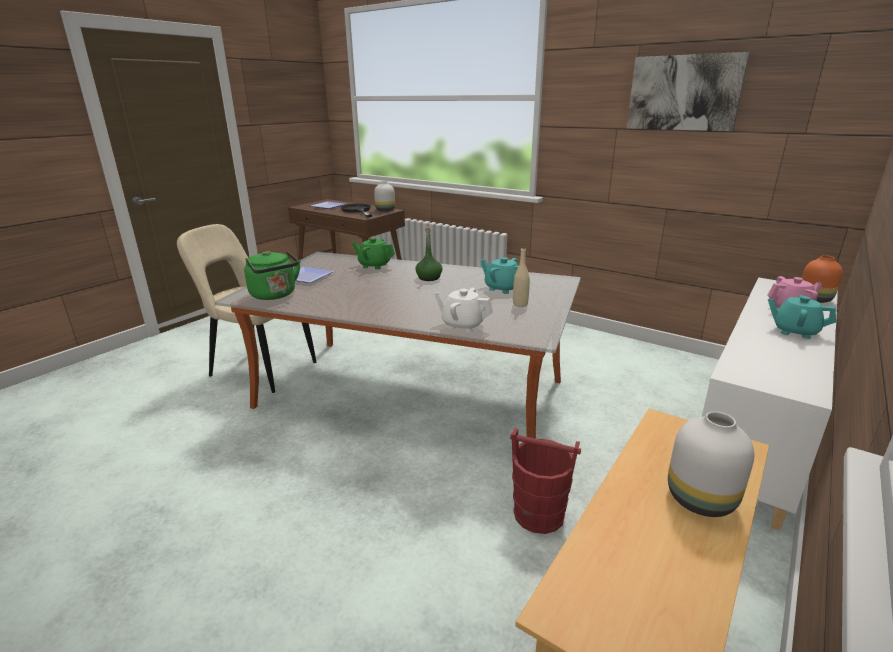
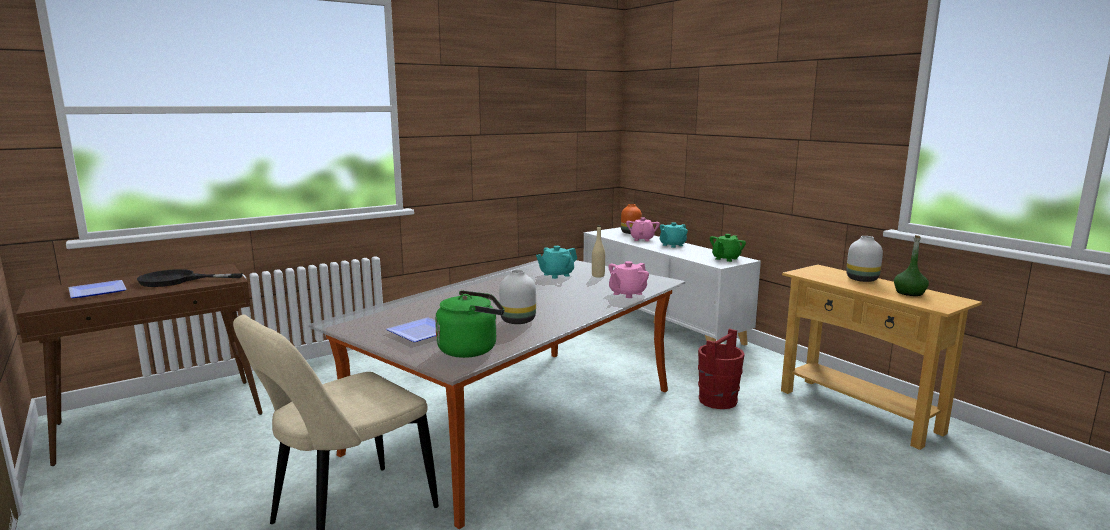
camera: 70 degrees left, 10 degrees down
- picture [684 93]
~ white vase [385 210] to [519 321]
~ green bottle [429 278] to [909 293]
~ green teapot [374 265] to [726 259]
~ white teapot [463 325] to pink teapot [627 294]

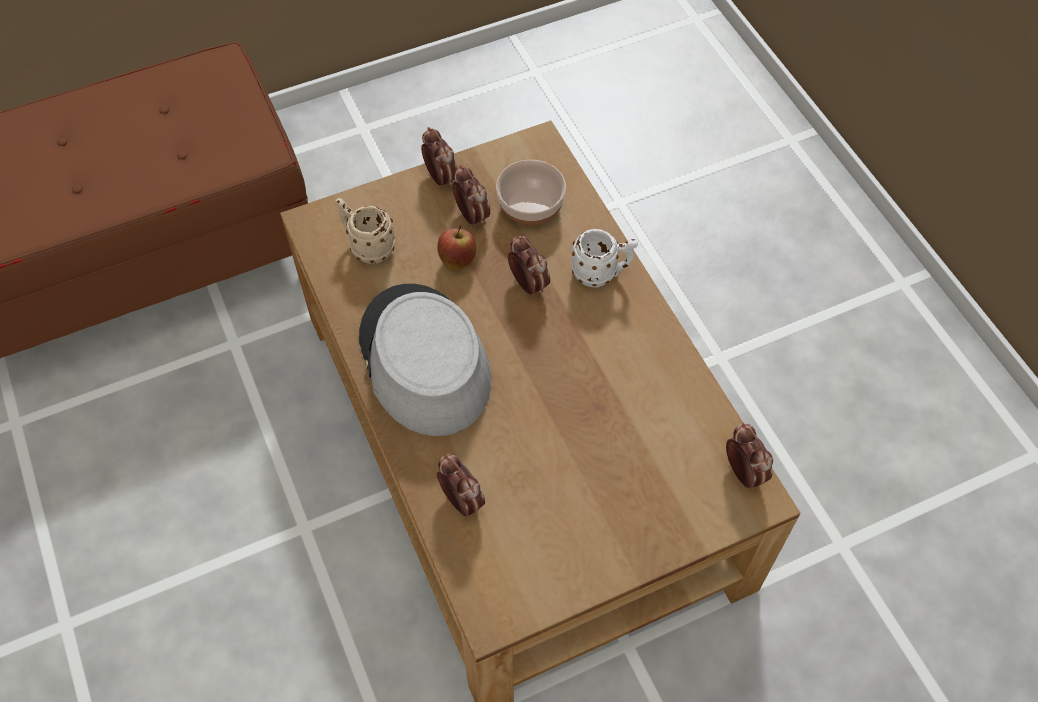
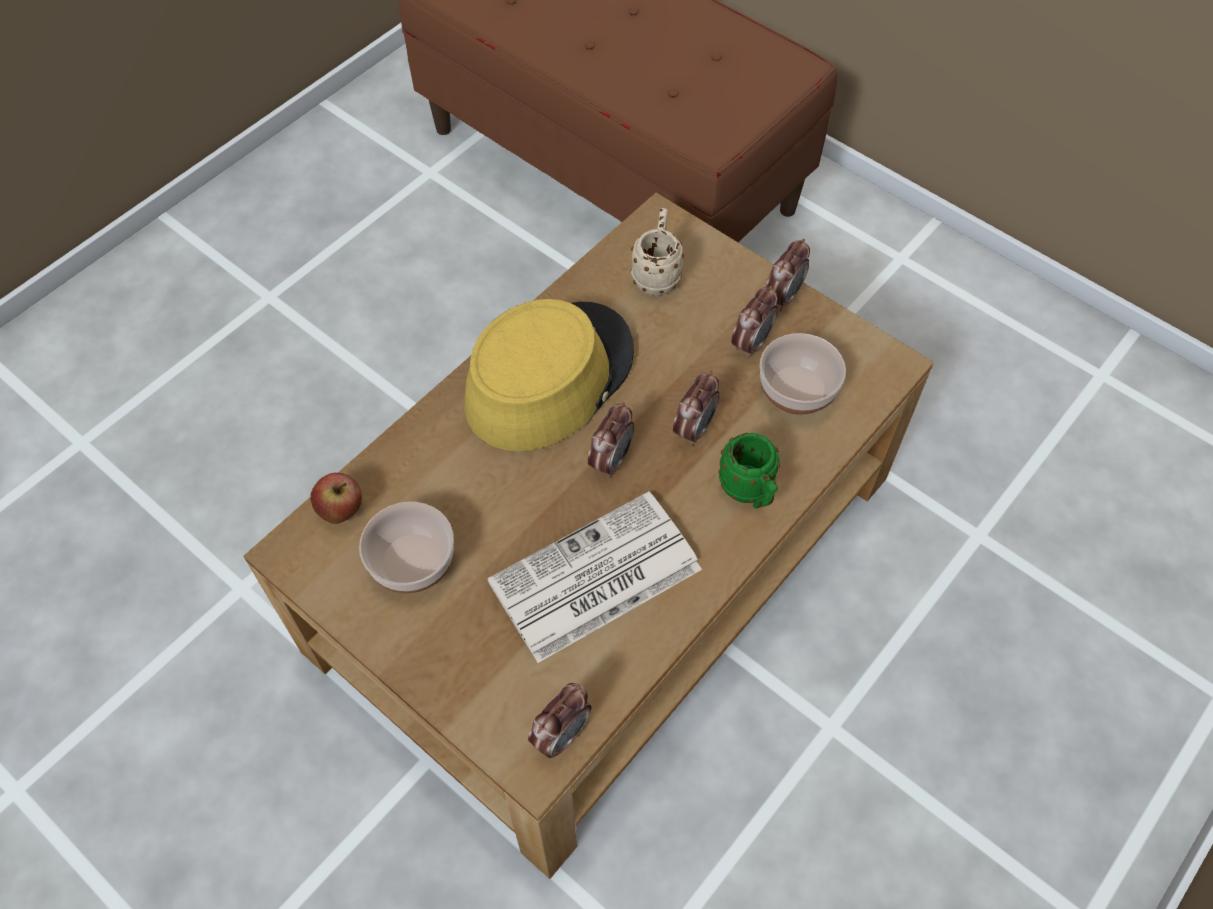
camera: 65 degrees right, 0 degrees up
~ apple [457 260] to [342 511]
~ white mug [601 274] to green mug [749 492]
~ grey hat [423 360] to yellow hat [549 376]
~ alarm clock [461 500] to [611 460]
+ newspaper [593 578]
+ bowl [412 563]

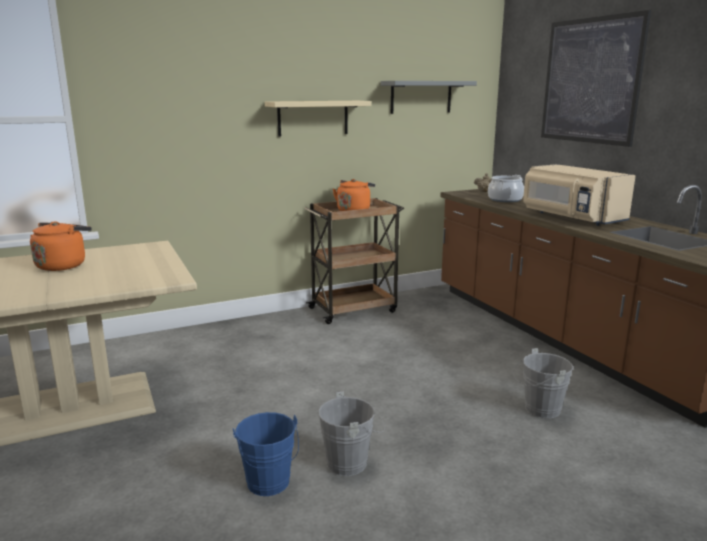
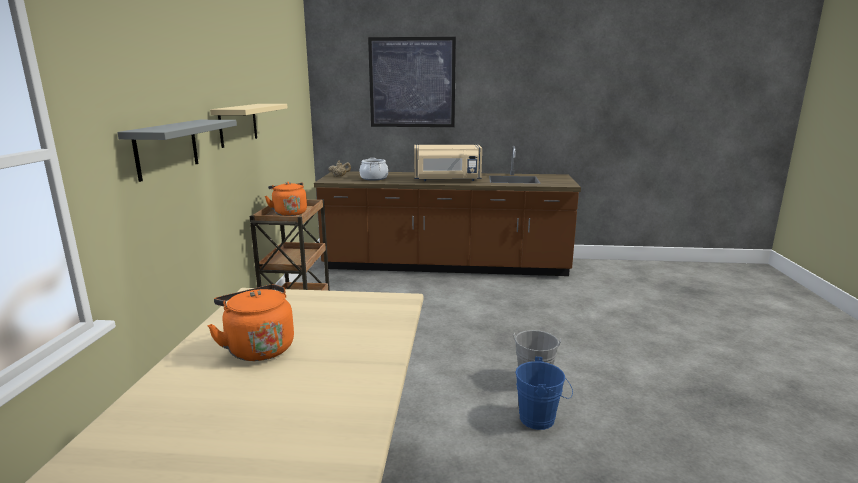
camera: 60 degrees left, 0 degrees up
~ grey shelf [421 97] to [167 148]
- grey bucket [538 409]

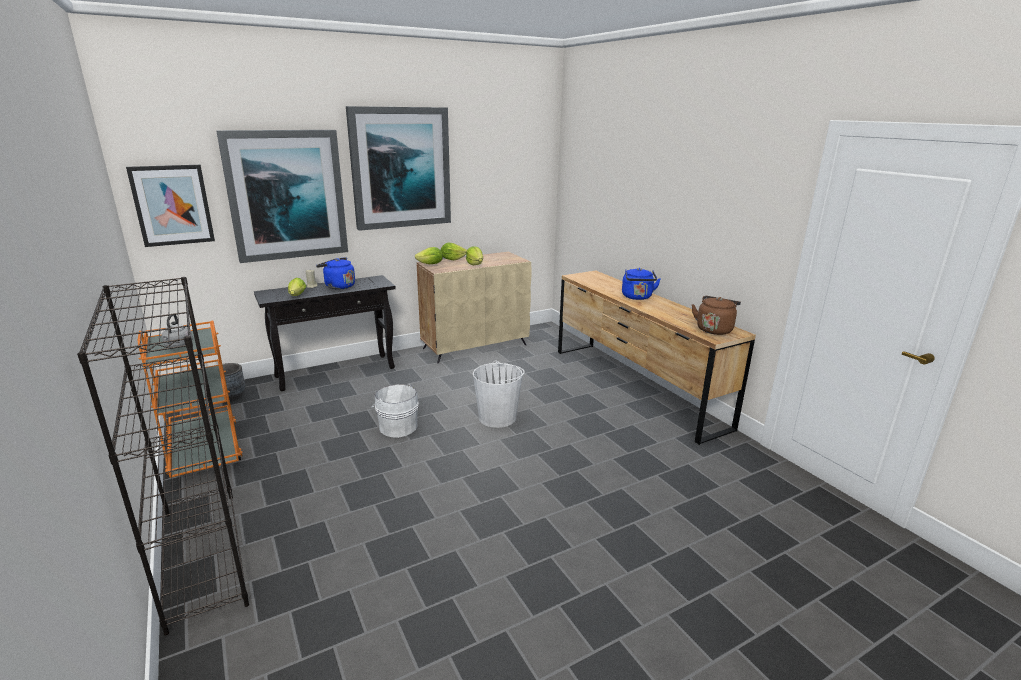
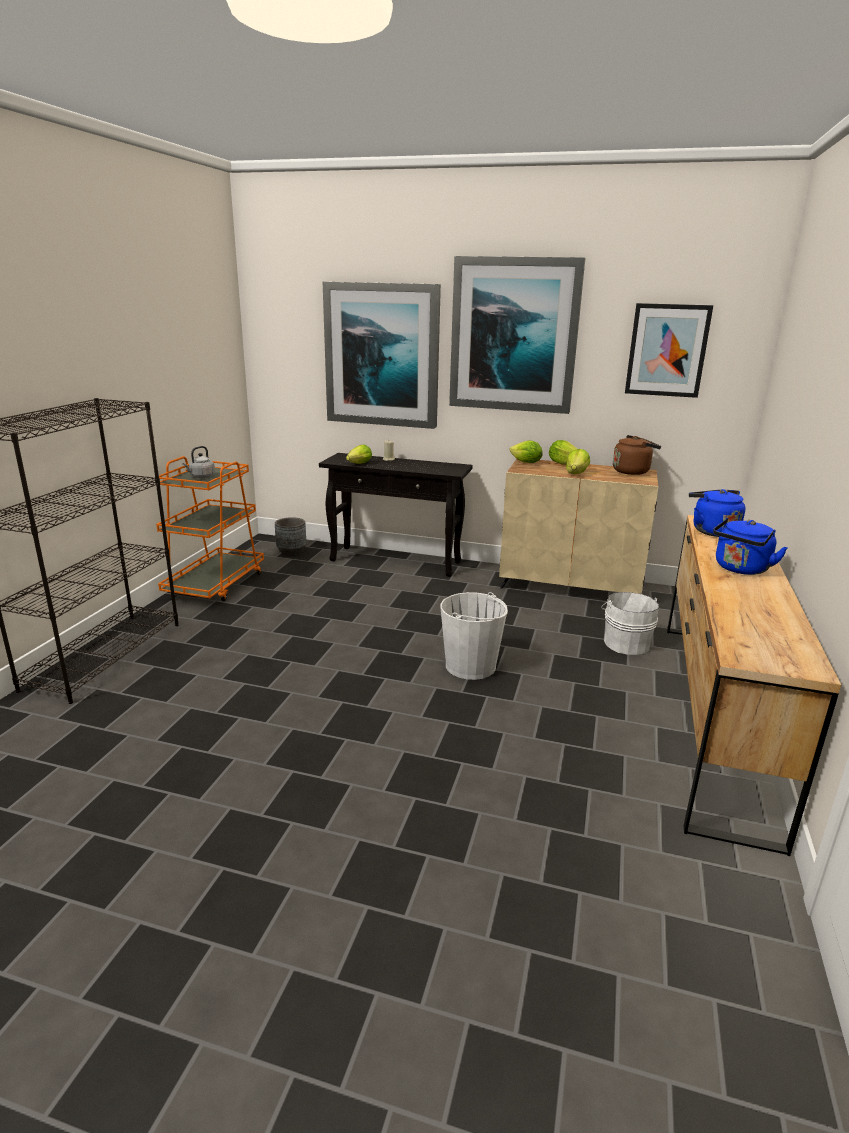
camera: 45 degrees right, 0 degrees up
~ picture [172 205] to [667 350]
~ blue kettle [338 286] to [712 531]
~ brown kettle [714 329] to [632 471]
~ white bucket [397 427] to [626 642]

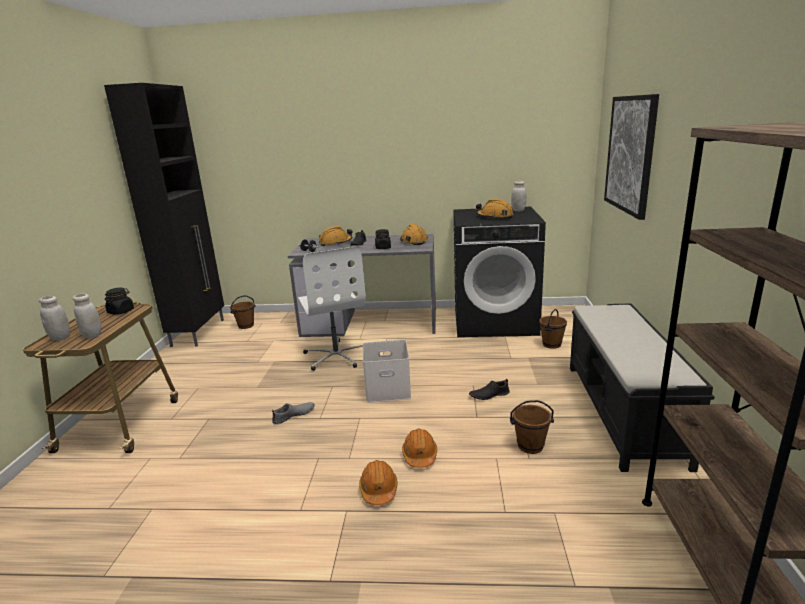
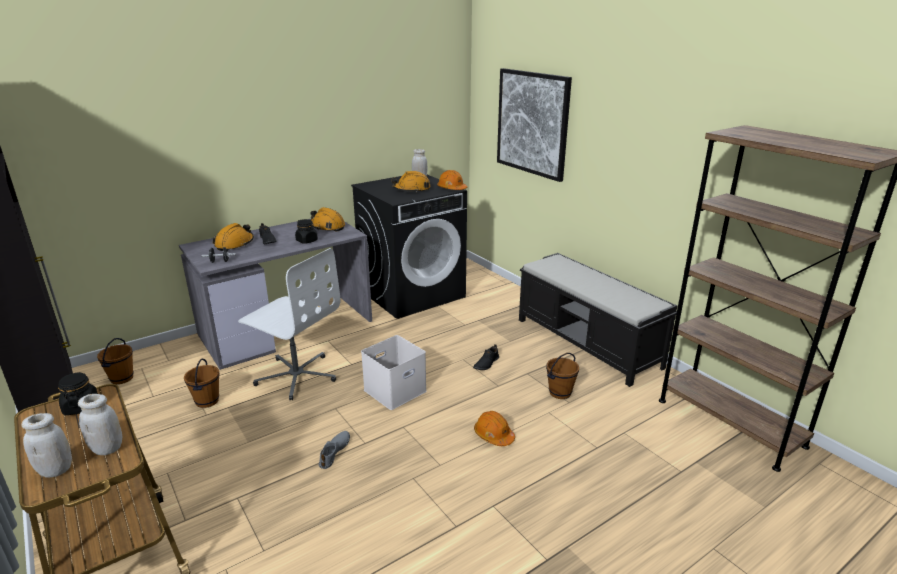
camera: 40 degrees left, 5 degrees up
~ brown bucket [551 344] to [206 401]
~ orange hard hat [378 490] to [451 188]

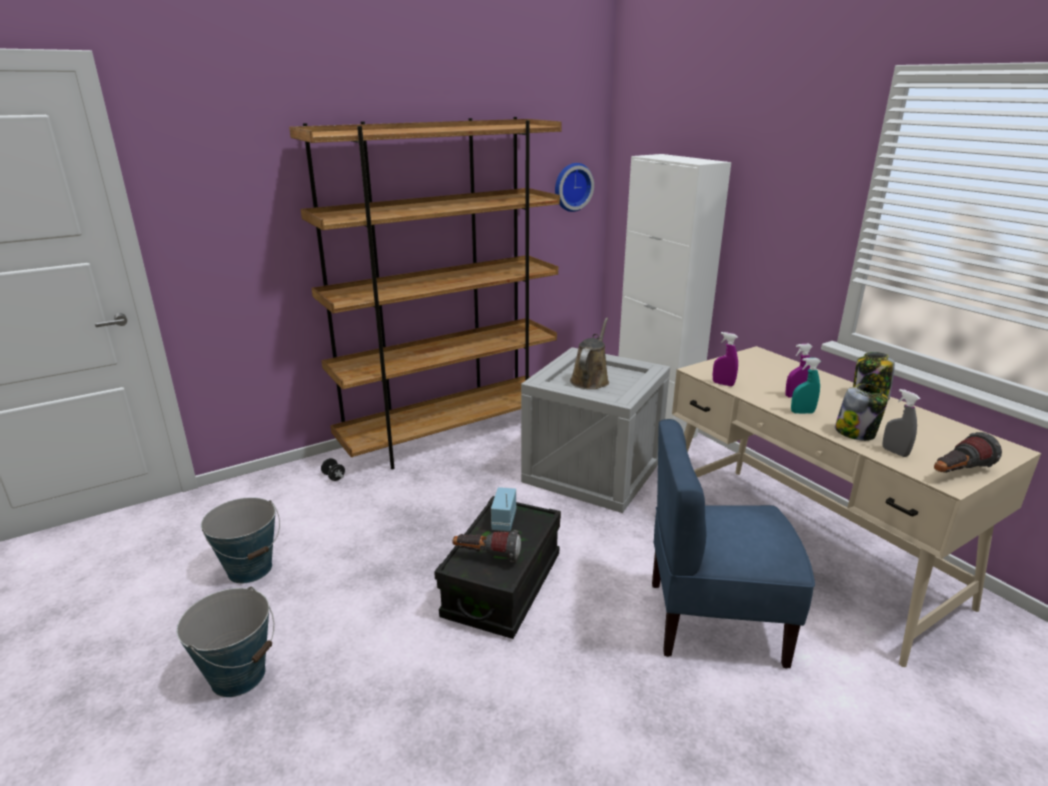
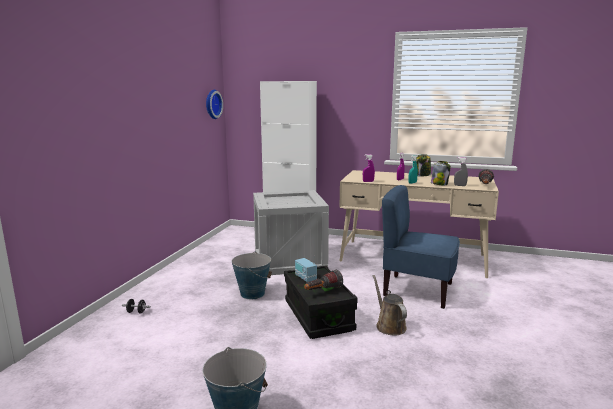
camera: 40 degrees left, 10 degrees down
- brown bookcase [450 434]
~ brown watering can [590 379] to [389 325]
~ blue chair [714 621] = [417 290] 60 degrees clockwise
~ bucket [250 569] to [252 293]

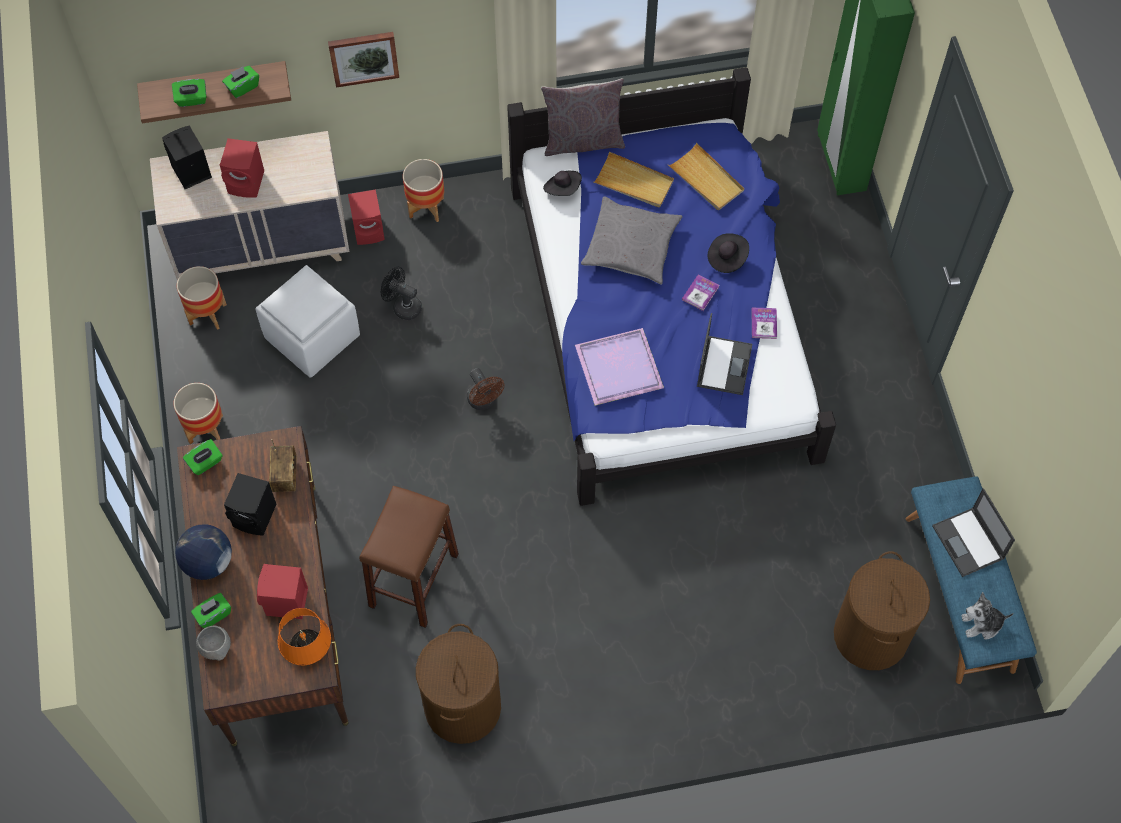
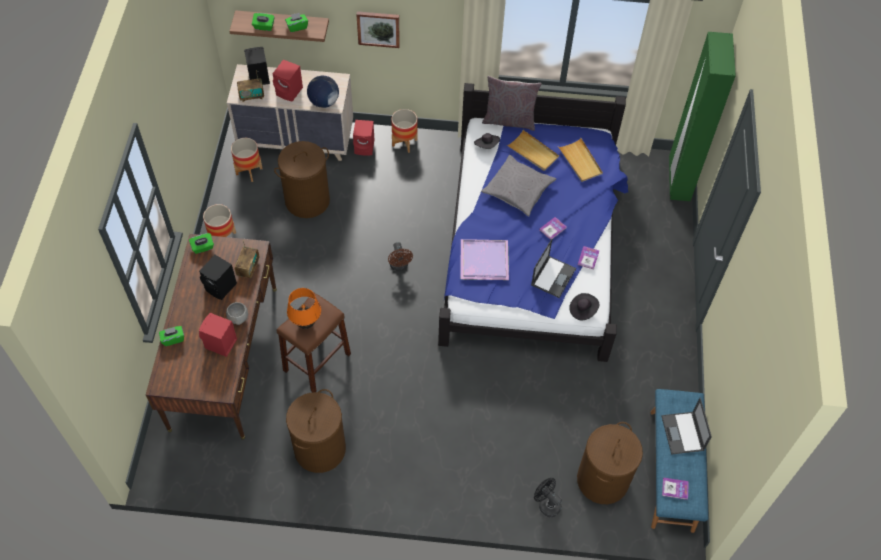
camera: 15 degrees right, 5 degrees down
~ black hat [727 258] to [583 310]
~ white ottoman [312 336] to brown laundry basket [307 200]
~ black fan [403 306] to [546 504]
~ globe [208 562] to [324 102]
~ plush toy [982 624] to book [675 489]
~ orange table lamp [309 653] to [306 324]
~ grey bowl [216 649] to [238 319]
+ radio [251 96]

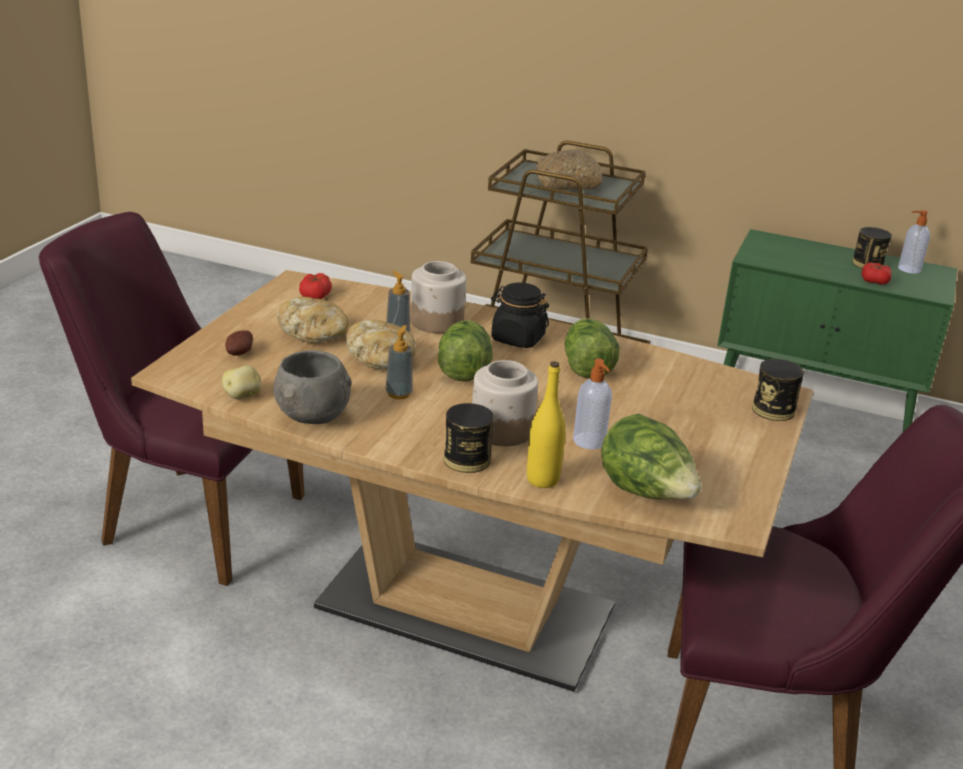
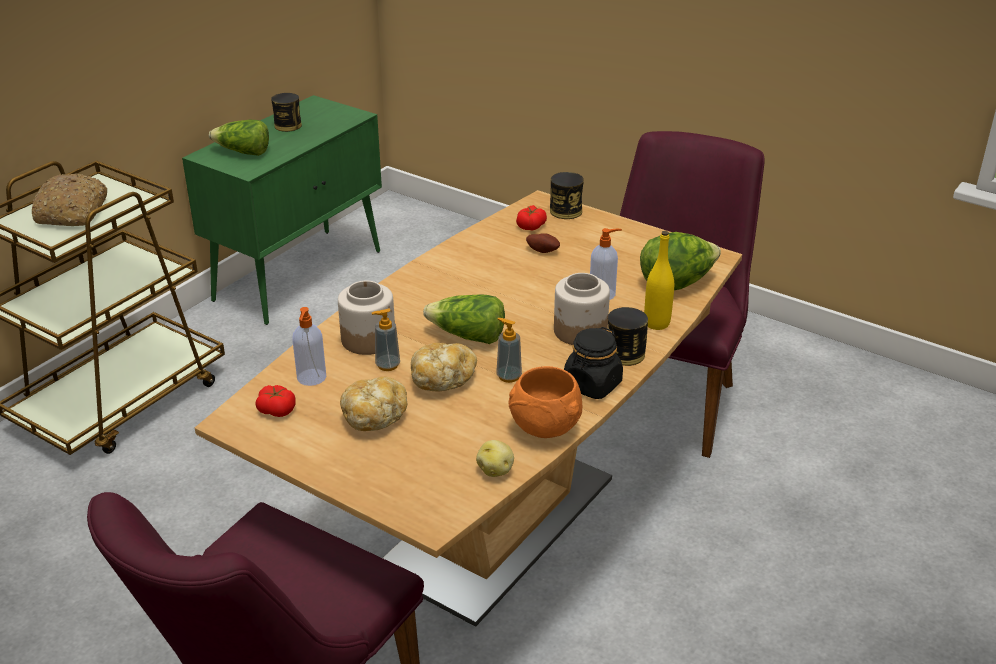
camera: 75 degrees left, 5 degrees up
~ soap dispenser [908 269] to [311 378]
~ tomato [874 281] to [531 226]
~ black jar [517 338] to [592 385]
~ lettuce [586 365] to [243 152]
~ potato [241 353] to [543 250]
~ grey bowl [311 418] to orange bowl [546 430]

